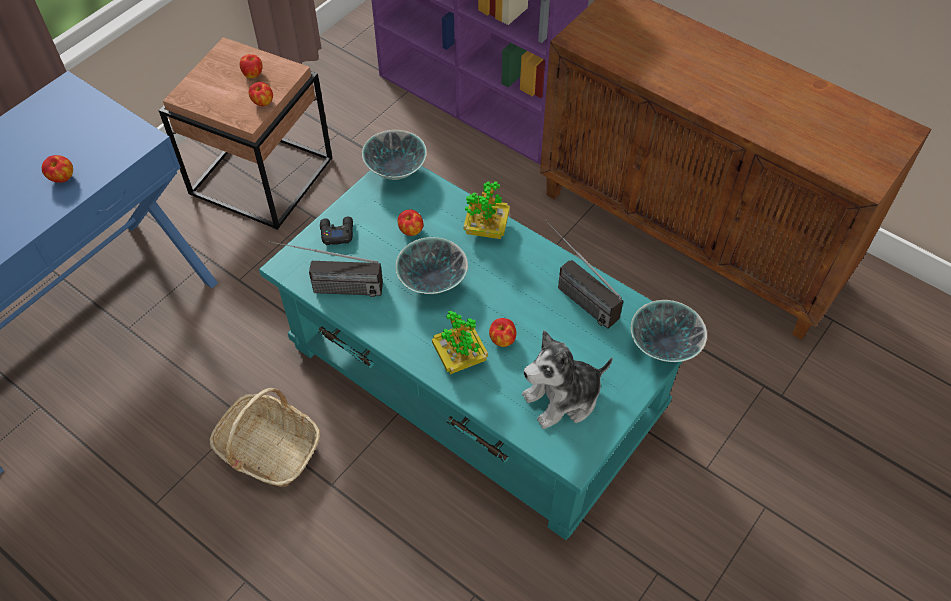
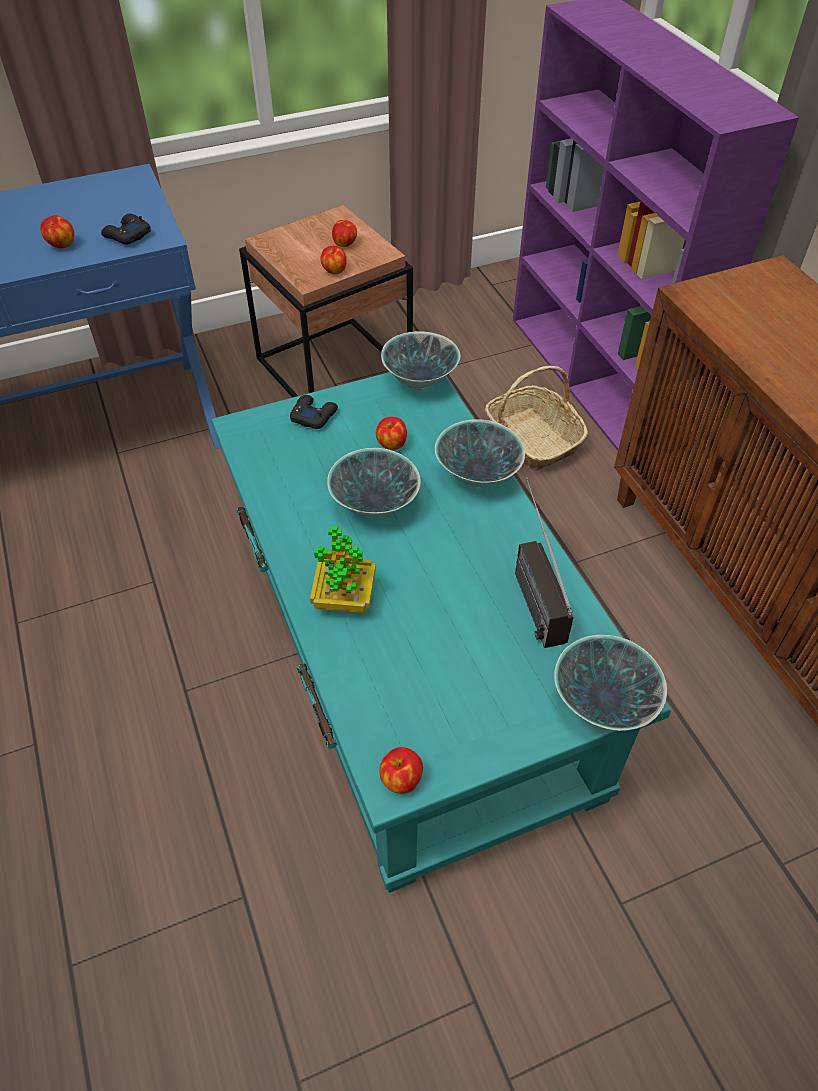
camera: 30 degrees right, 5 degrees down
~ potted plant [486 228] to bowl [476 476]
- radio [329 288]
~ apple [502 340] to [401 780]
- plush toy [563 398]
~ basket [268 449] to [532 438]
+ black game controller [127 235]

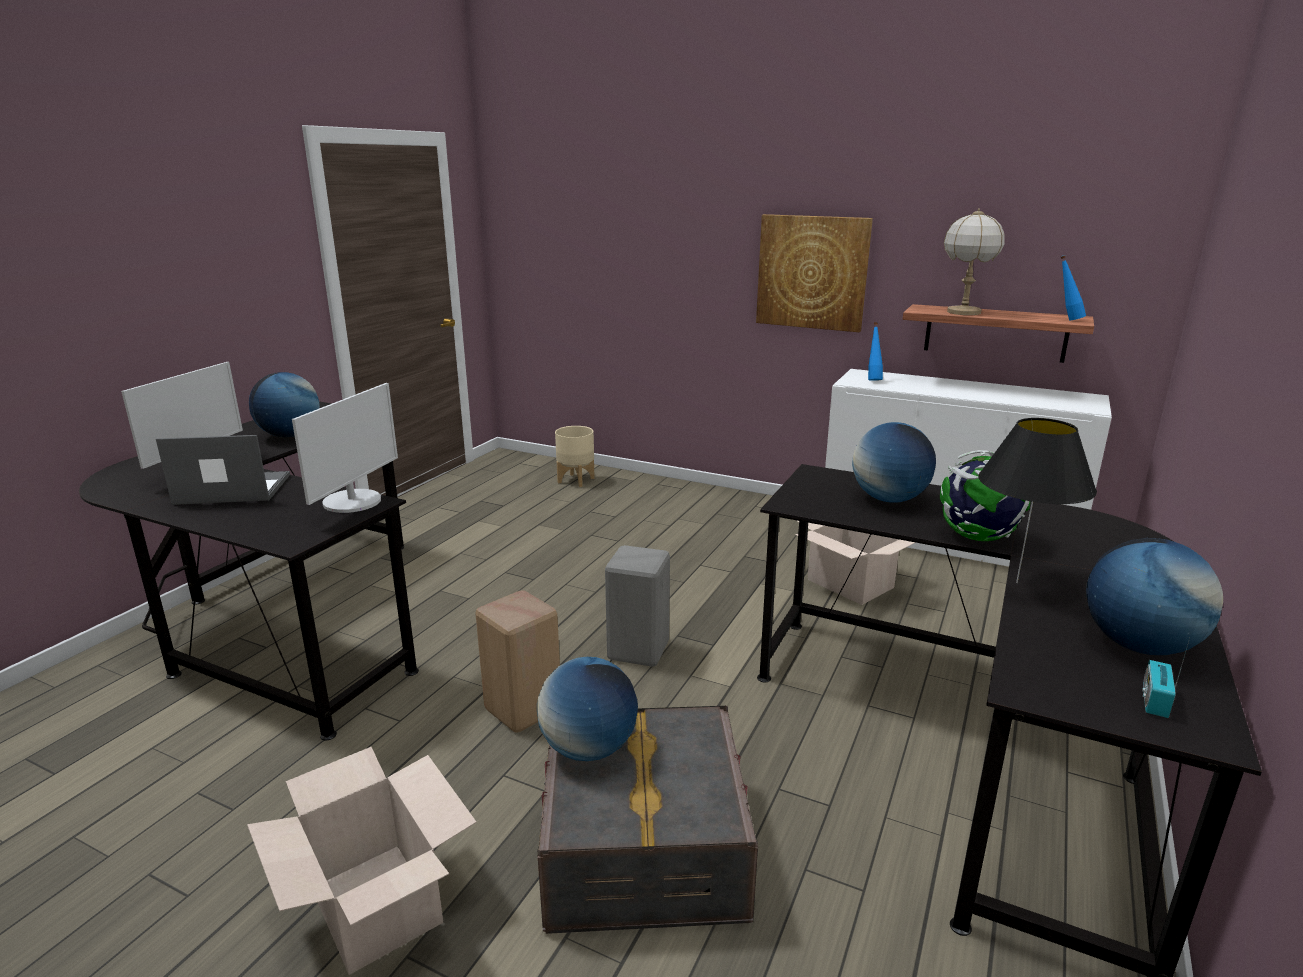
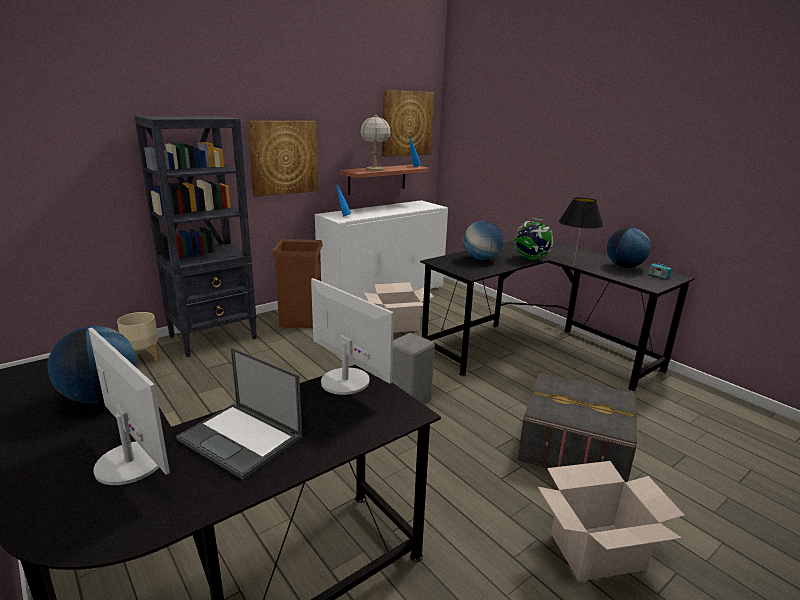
camera: 65 degrees left, 0 degrees up
~ laptop [231 489] = [242 438] 75 degrees counterclockwise
- beige stool [522 711]
- globe [588 748]
+ picture [407 123]
+ black bookcase [214 337]
+ brown trash can [301 319]

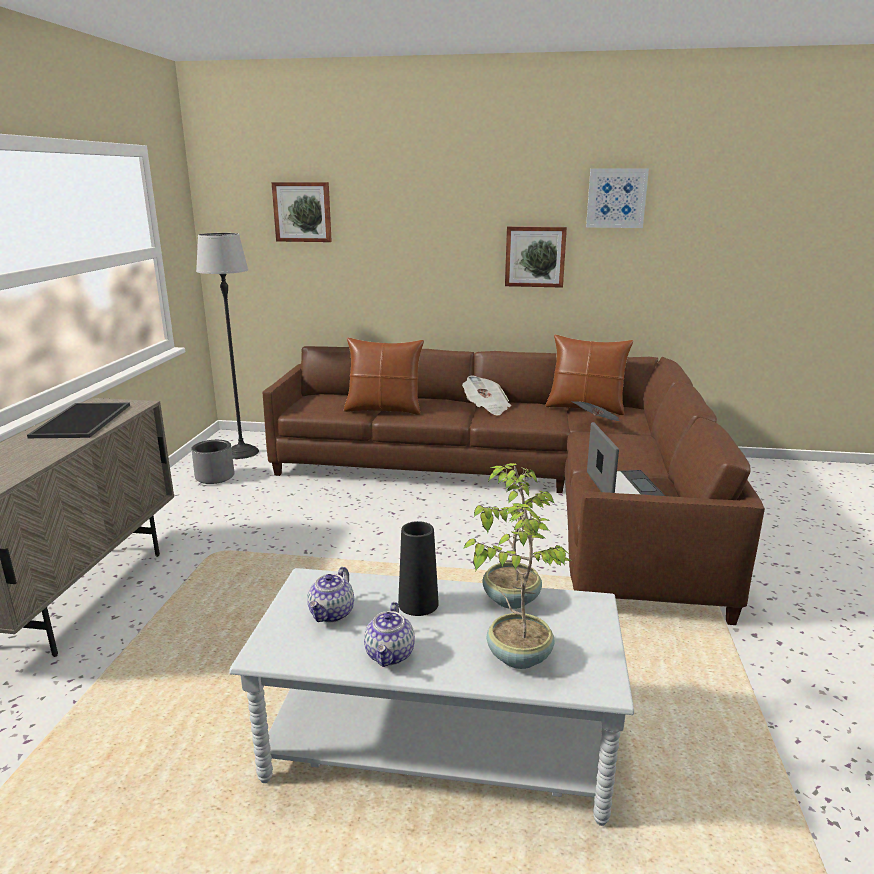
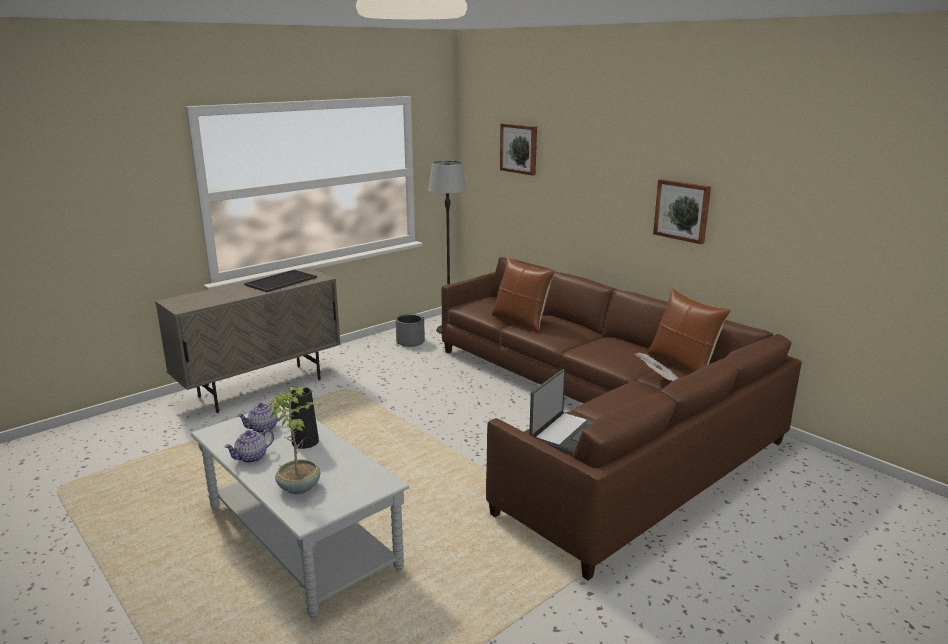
camera: 40 degrees right, 0 degrees up
- picture [616 198]
- newspaper [486 408]
- potted plant [509 598]

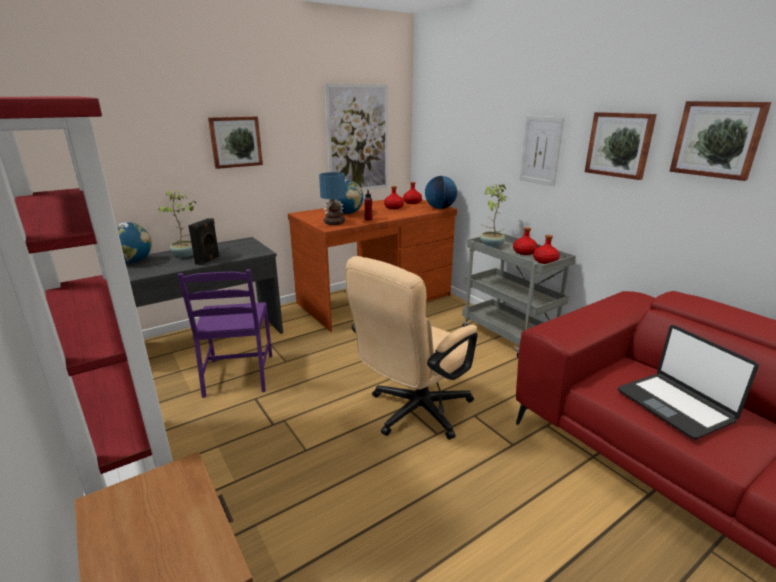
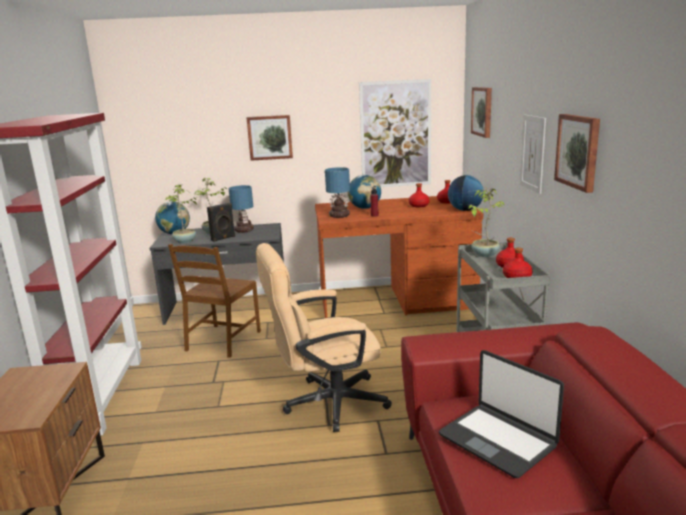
camera: 30 degrees right, 5 degrees down
~ picture [717 139] to [482 111]
~ purple chair [238 375] to brown chair [223 341]
~ laptop [675 405] = [498 440] 45 degrees counterclockwise
+ potted plant [185 242]
+ table lamp [245 230]

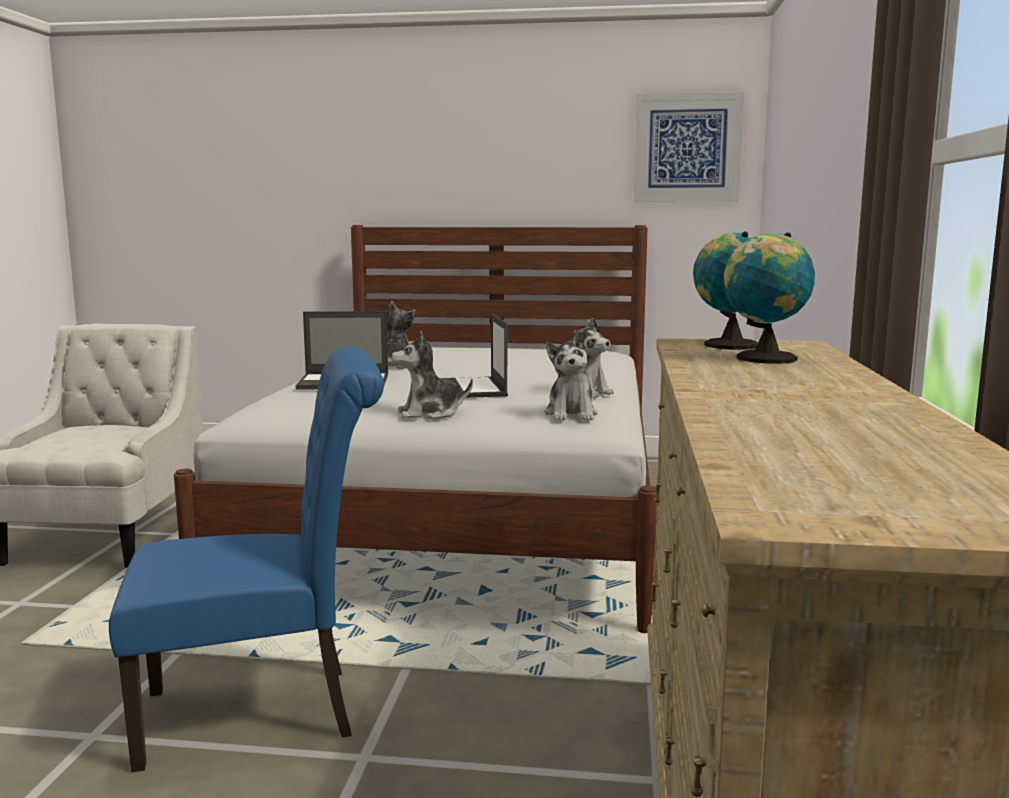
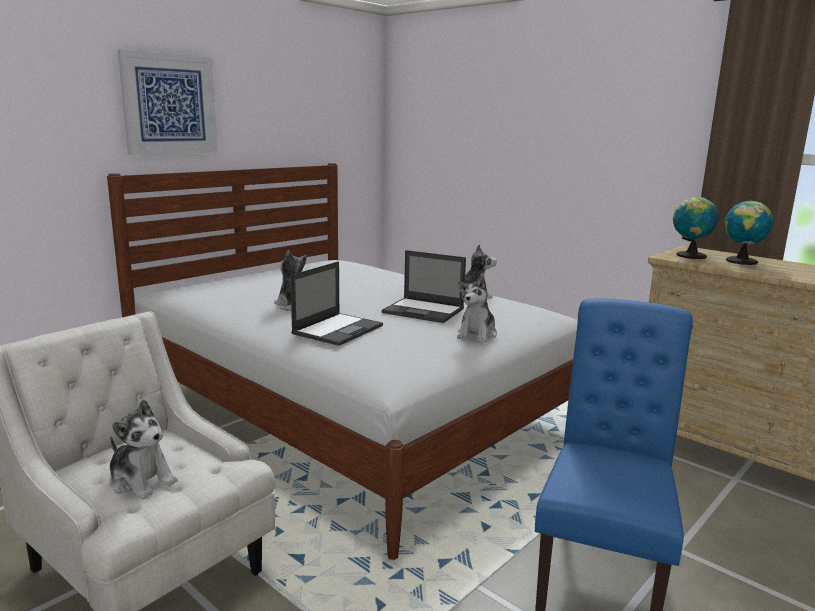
camera: 55 degrees left, 5 degrees up
~ picture [687 148] to [170 104]
~ plush toy [571 414] to [141 480]

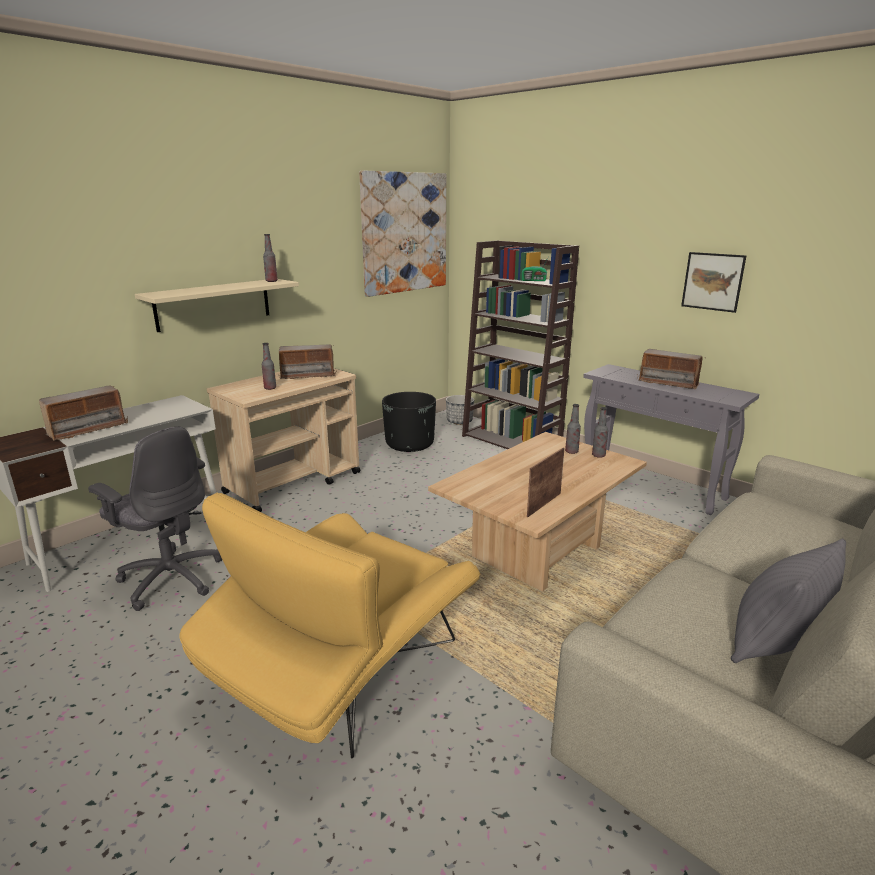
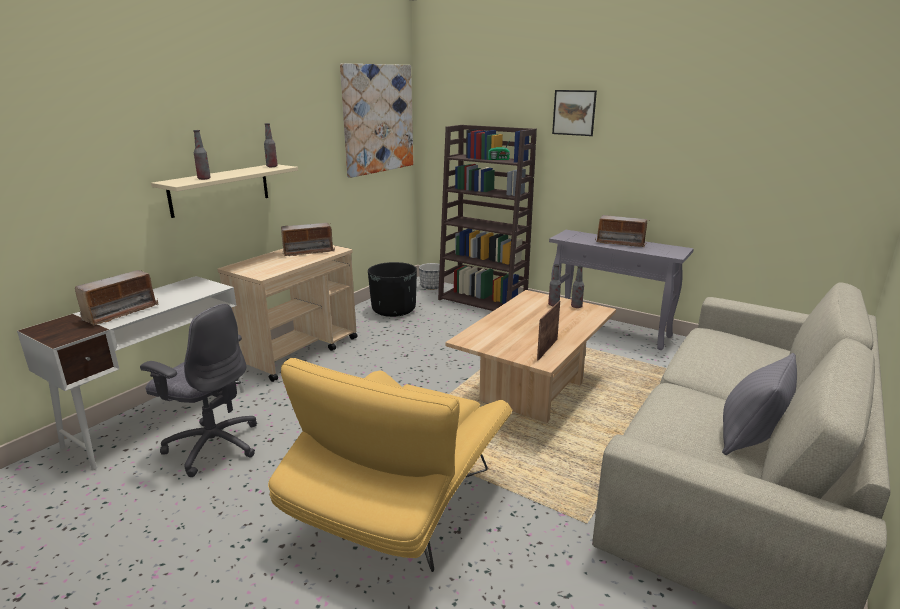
camera: 10 degrees left, 0 degrees up
~ picture [712 281] to [574 112]
~ bottle [270 388] to [204 179]

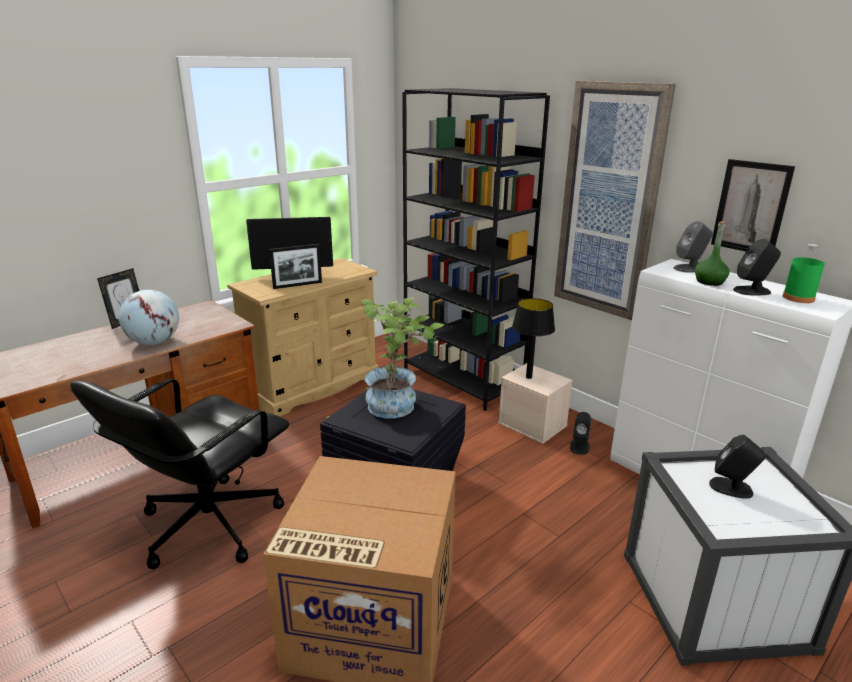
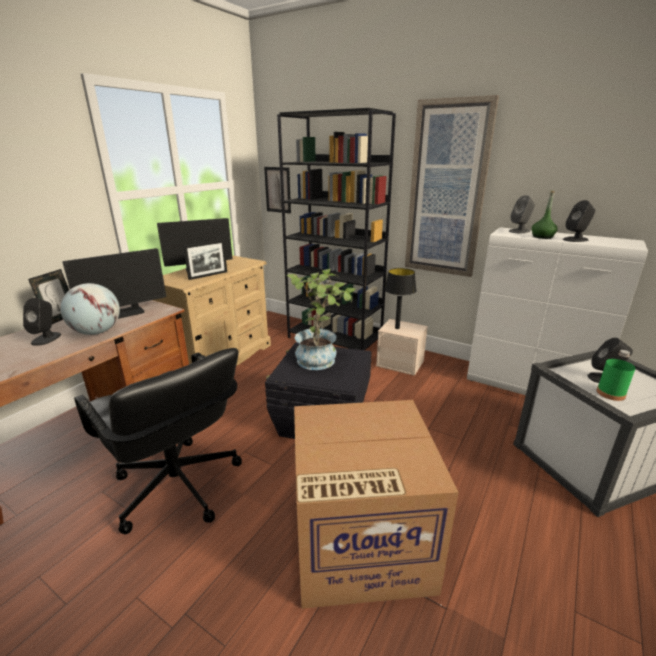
camera: 15 degrees left, 0 degrees up
~ picture [751 207] to [278 190]
~ green bottle [798 298] to [610 393]
~ black office chair [208 524] = [177 487] 60 degrees counterclockwise
~ black speaker [579 446] to [46 338]
+ monitor [125 313]

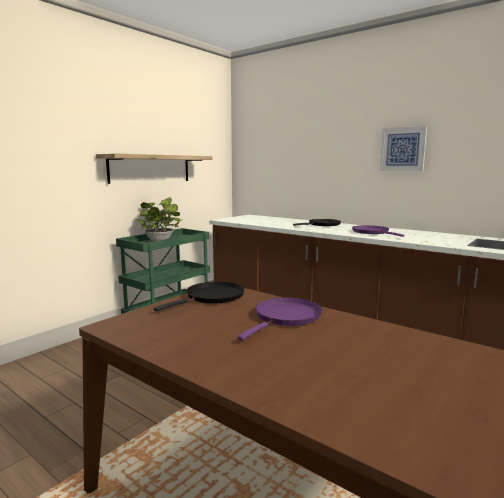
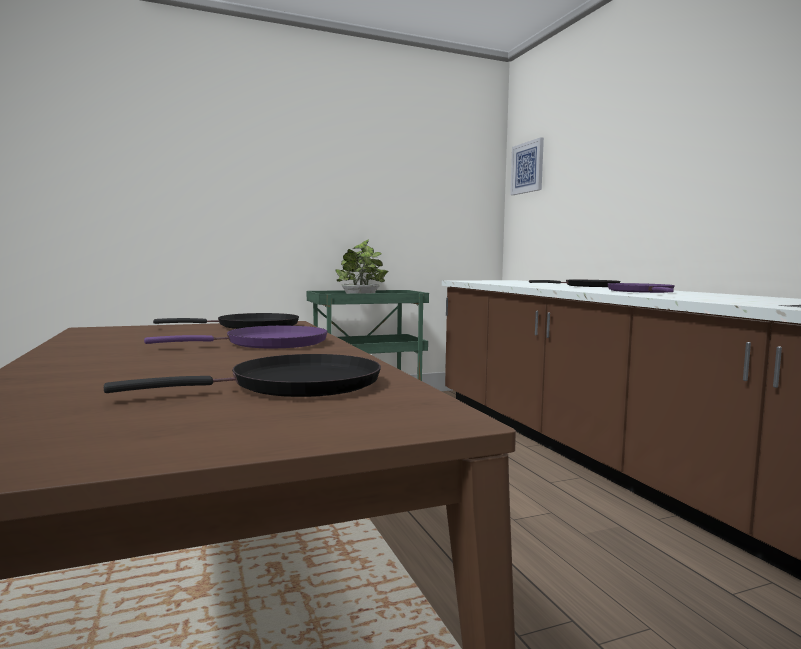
camera: 30 degrees right, 5 degrees down
~ picture [403 149] to [527 167]
- shelf [150 168]
+ black frying pan [296 385]

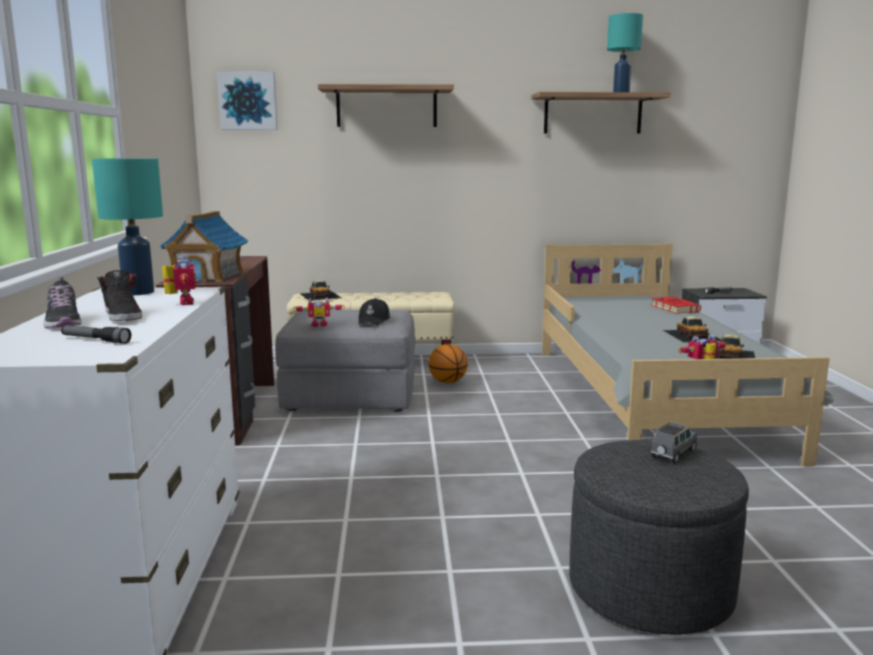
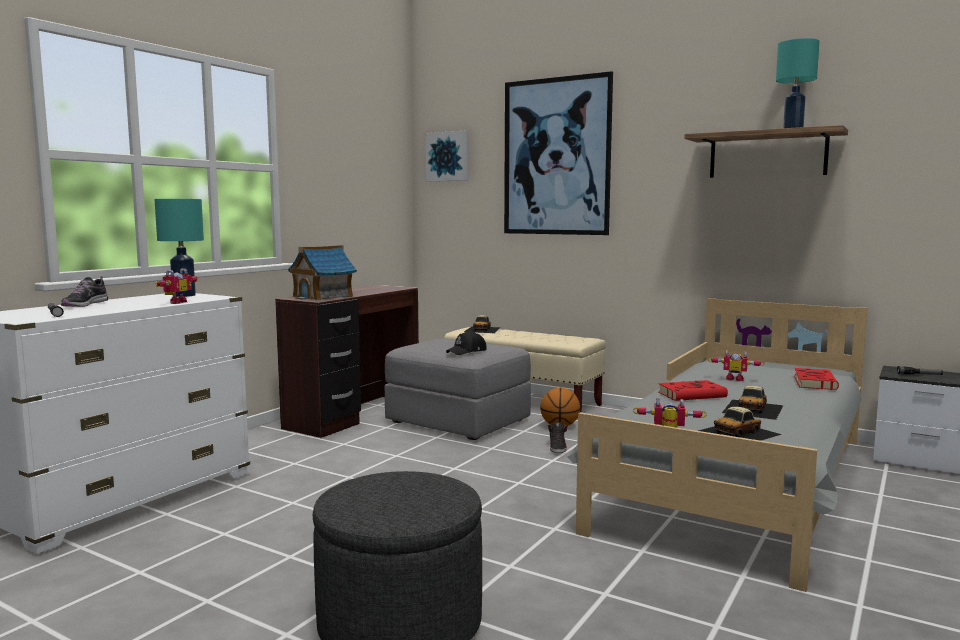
camera: 35 degrees right, 5 degrees down
~ shelf [386 107] to picture [556 157]
~ black shoe [123 316] to [557 447]
~ toy robot [319 324] to [735 379]
- grey toy car [673 454]
+ red book [693 395]

